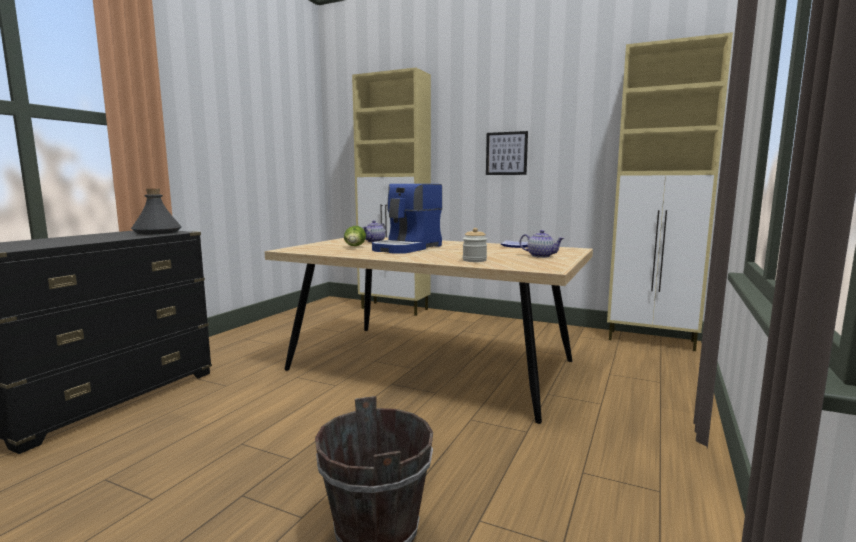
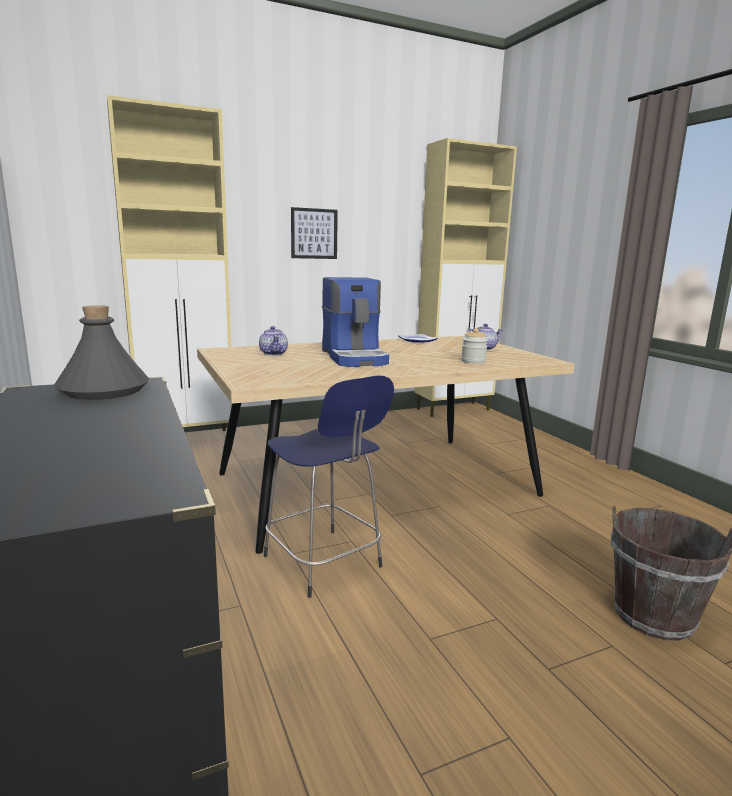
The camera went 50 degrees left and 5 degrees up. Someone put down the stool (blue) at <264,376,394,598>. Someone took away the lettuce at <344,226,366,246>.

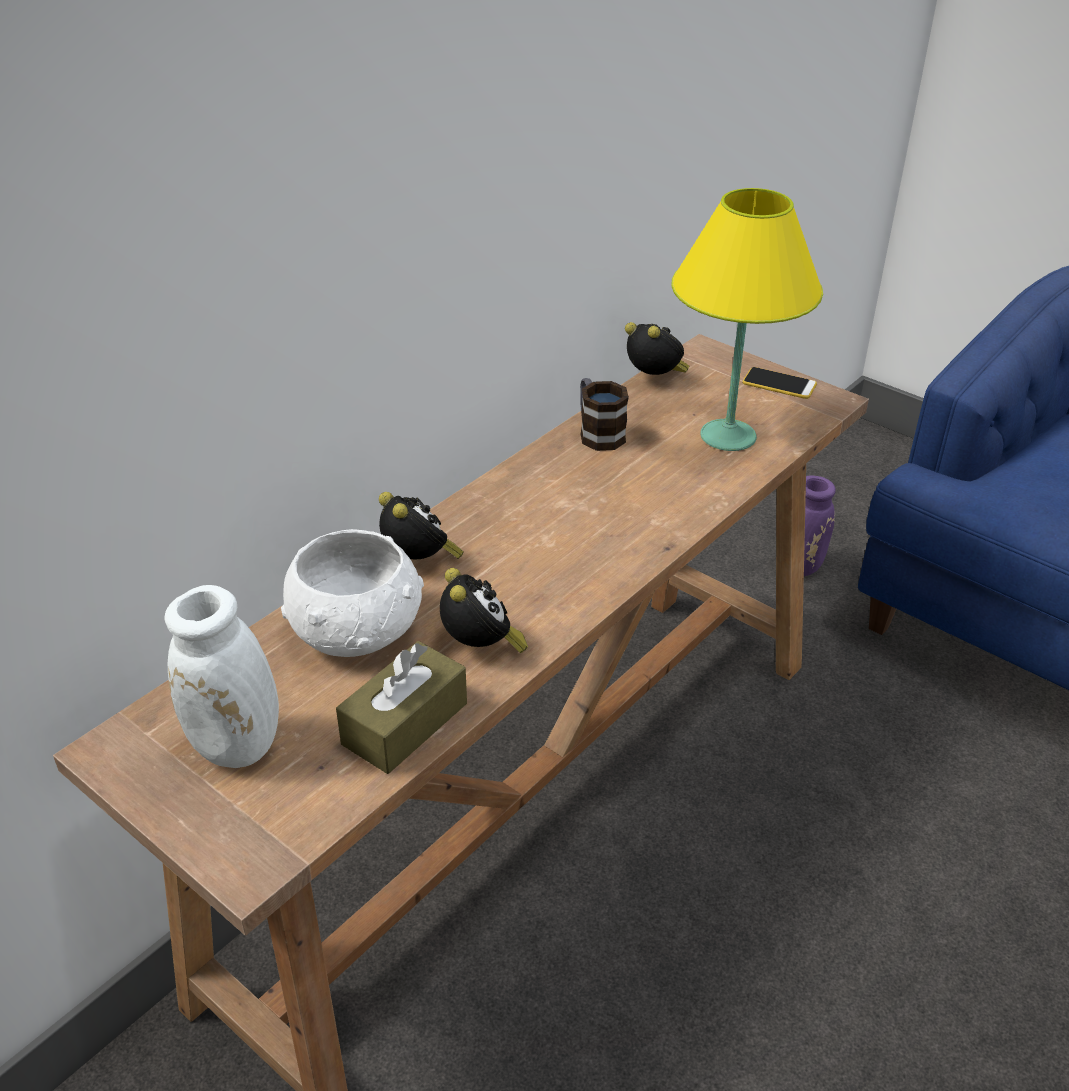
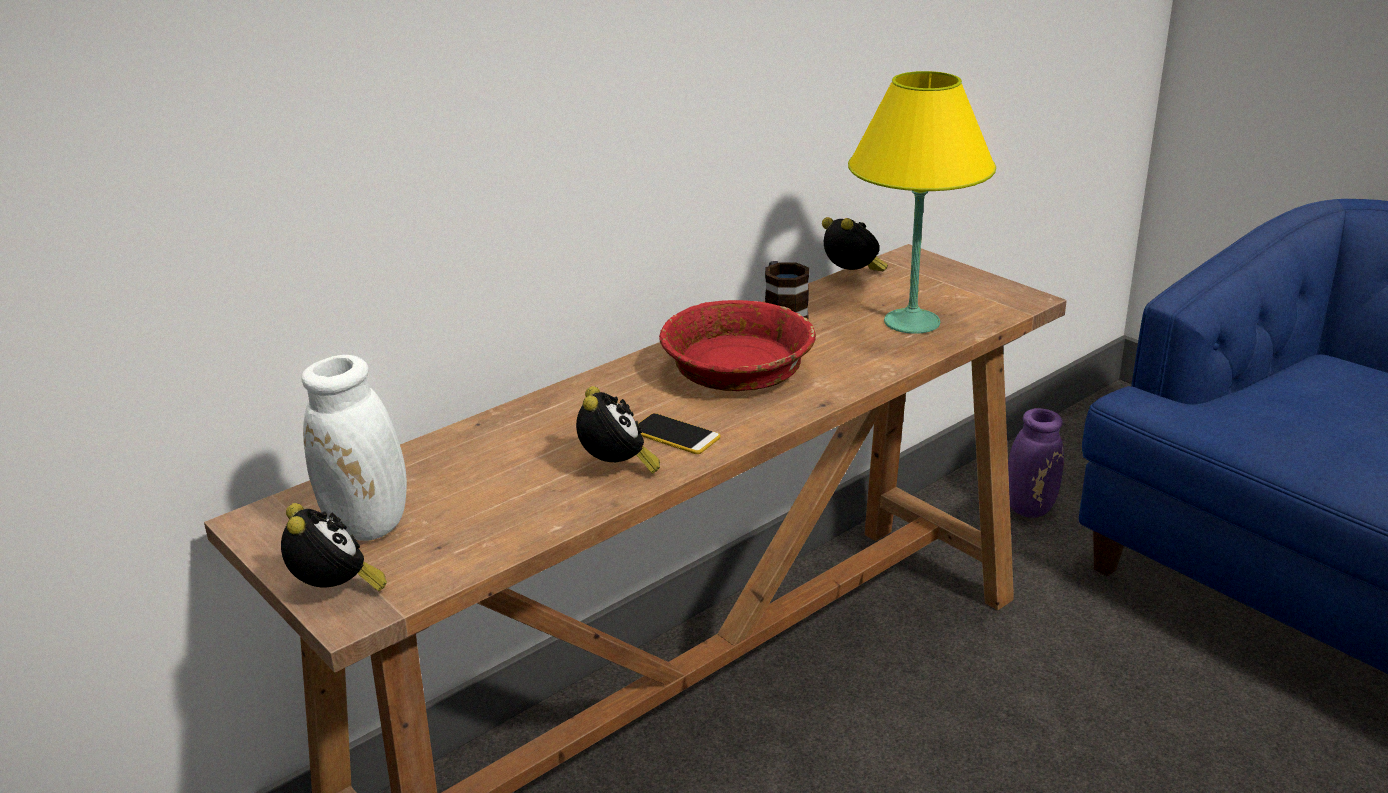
The camera went 10 degrees right and 10 degrees down. Someone carried the alarm clock from <379,492,464,560> to <281,503,387,591>. Someone carried the phone from <742,367,817,399> to <638,413,721,454>. Someone put down the bowl (red) at <659,300,816,391>. Someone took away the bowl (white) at <281,529,424,657>. Someone took away the tissue box (brown) at <336,641,467,774>.

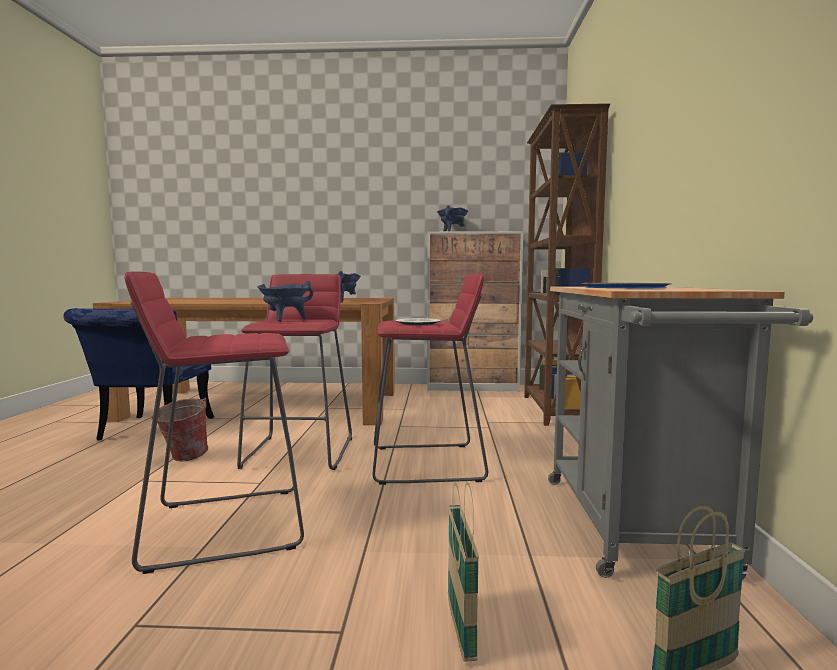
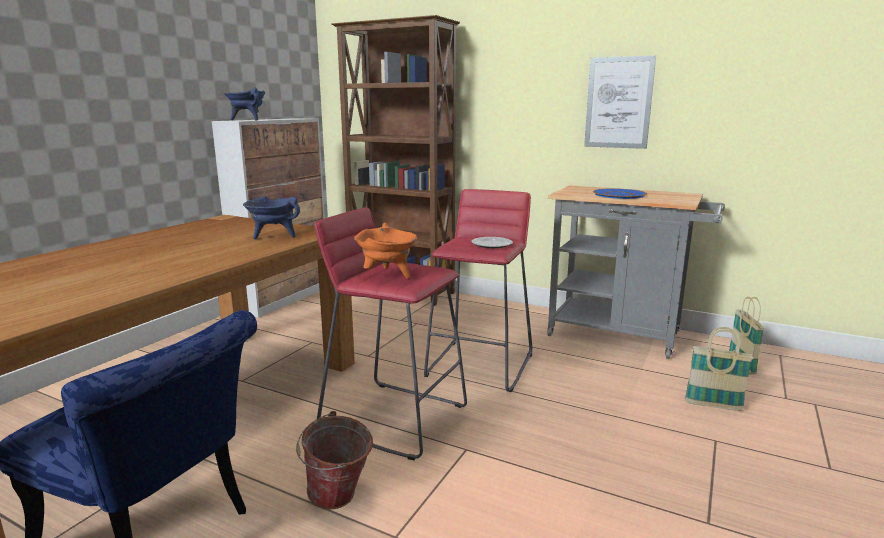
The camera went 65 degrees left and 10 degrees up. Someone repainted the cooking pot (blue) at <257,281,313,322>, which became the cooking pot (orange) at <354,223,417,279>. Someone put up the picture at <584,55,656,149>. Someone took away the stool (red) at <124,271,304,574>.

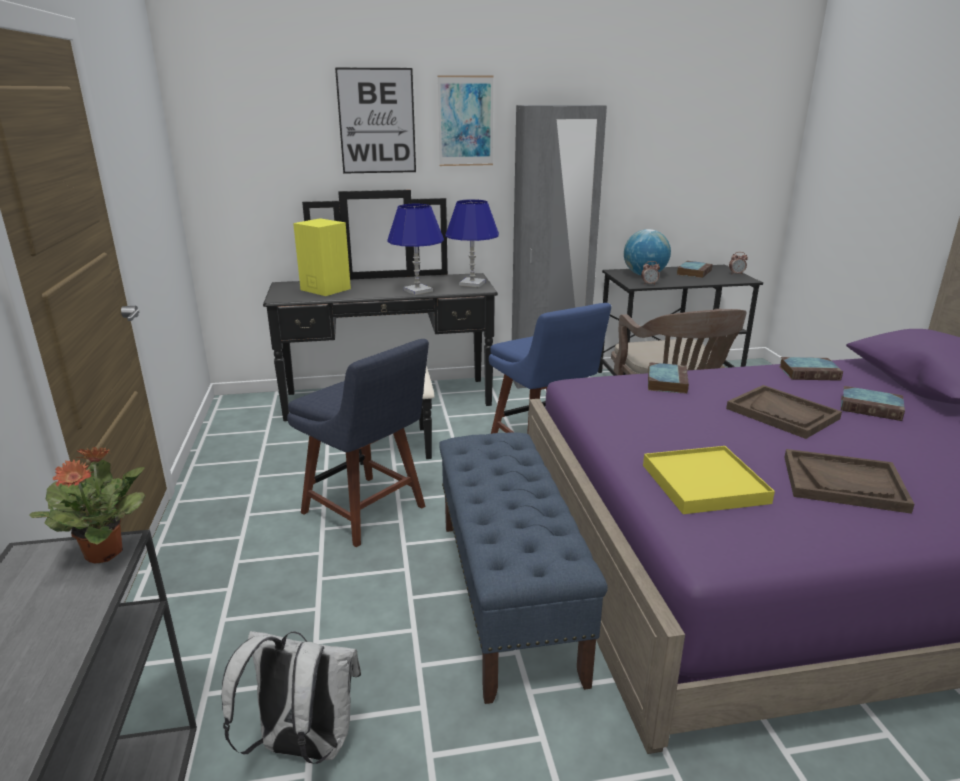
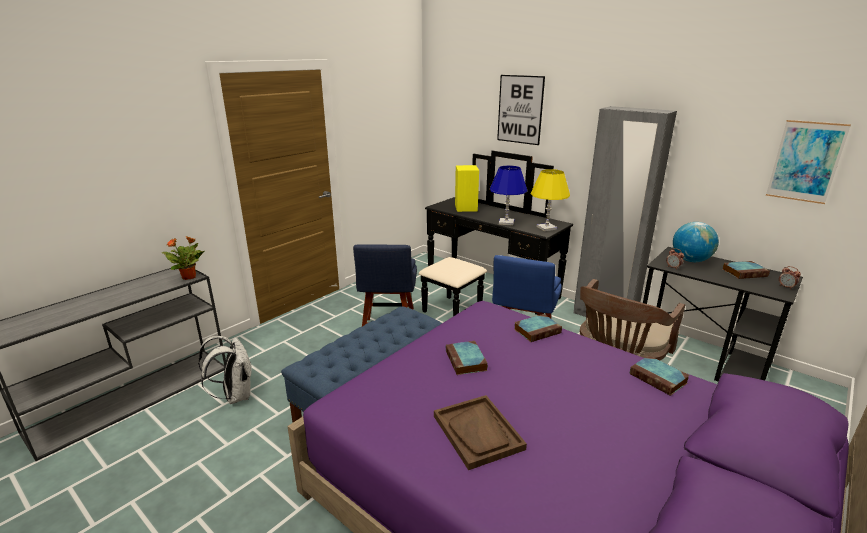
The camera went 50 degrees right and 0 degrees up. Someone carried the book from <841,386,905,421> to <446,341,488,375>. Someone repainted the table lamp (blue) at <445,199,499,287>, which became the table lamp (yellow) at <531,169,570,231>. Someone carried the picture from <438,75,494,166> to <766,120,851,204>. Someone took away the tray (yellow) at <643,446,775,514>. Someone took away the tray (brown) at <726,385,842,439>.

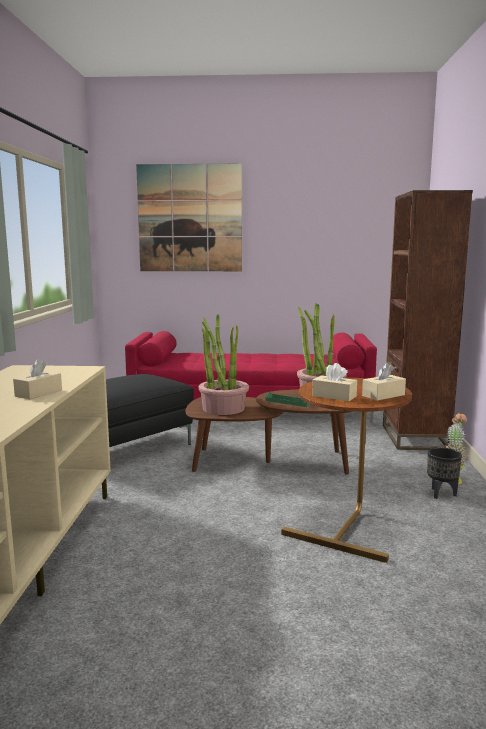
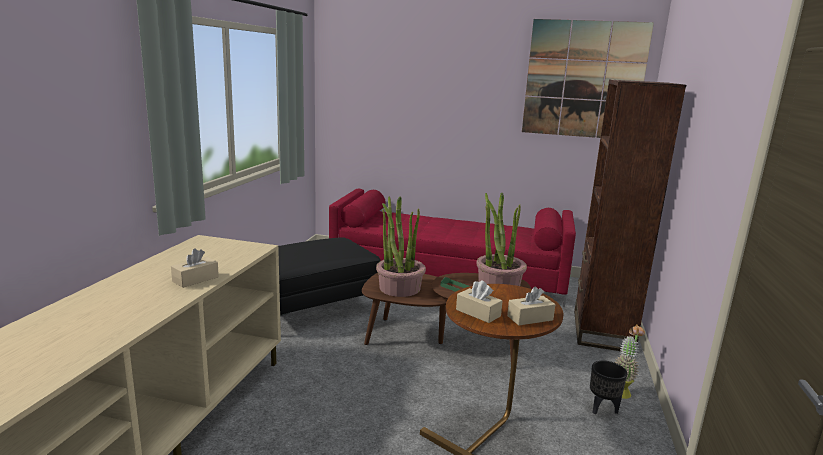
The camera went 10 degrees right and 5 degrees up. Someone carried the picture from <136,164,242,271> to <522,19,654,138>.

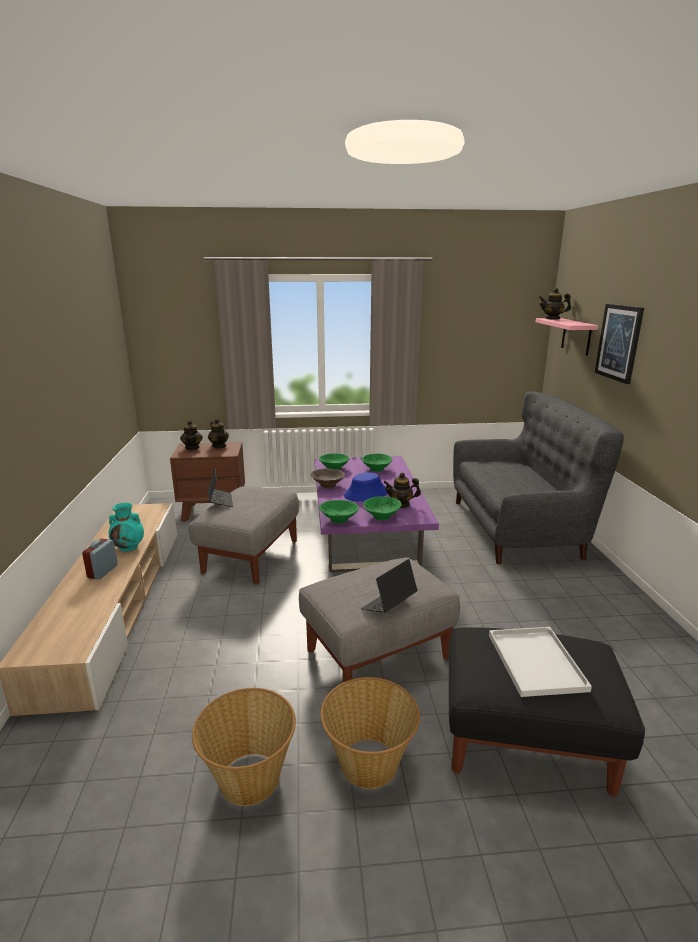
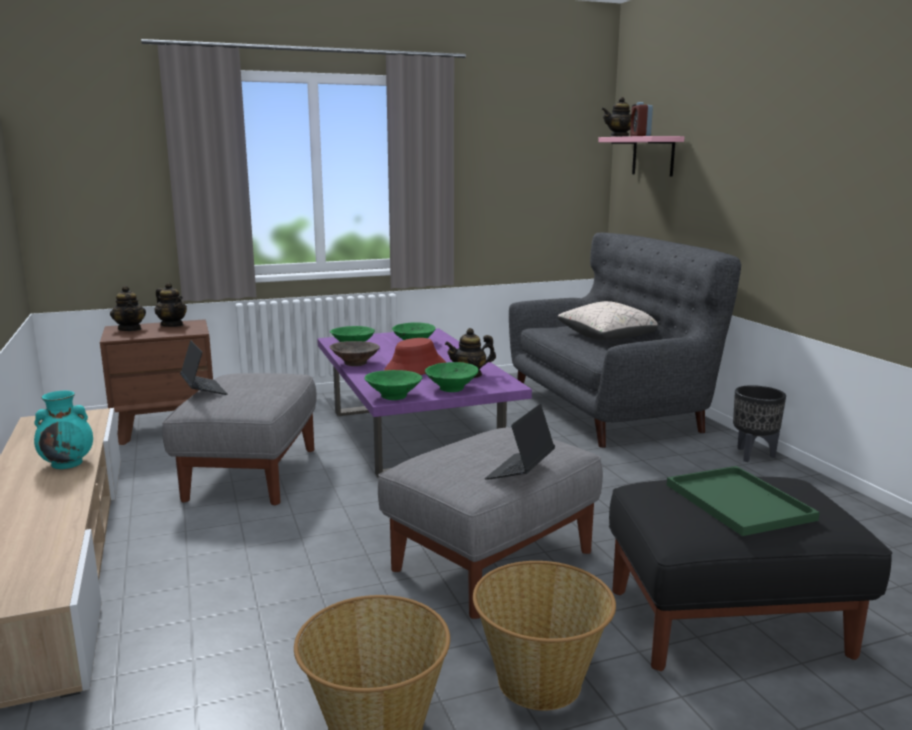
The camera went 15 degrees left and 5 degrees down. Someone repainted the hat (blue) at <344,472,387,502>, which became the hat (red) at <384,338,446,375>. Someone put down the pillow (beige) at <557,301,657,340>. Someone carried the alarm clock from <82,539,118,580> to <630,102,653,136>. Someone repainted the tray (white) at <489,627,592,697>, which became the tray (green) at <667,466,820,536>. Someone put down the planter (black) at <733,385,786,462>. Someone took away the picture at <595,304,644,384>.

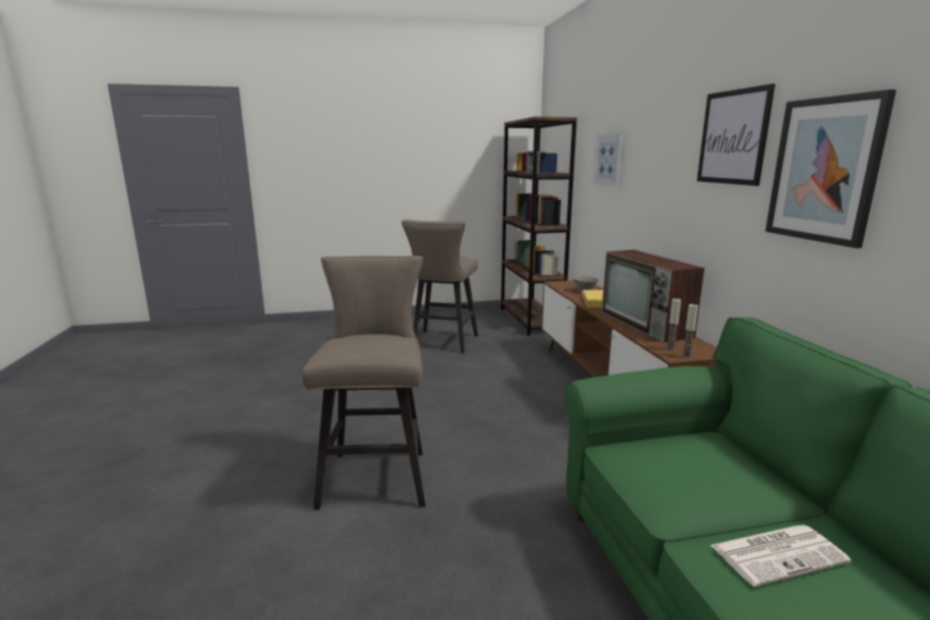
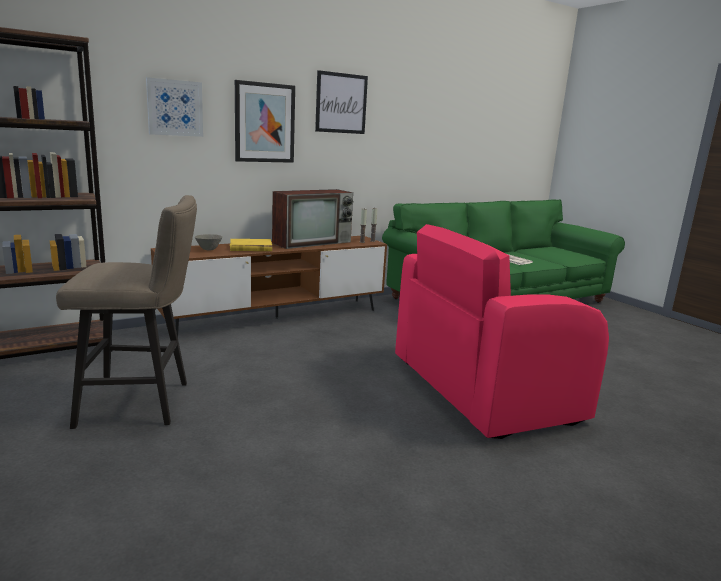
The camera went 110 degrees left and 0 degrees up. Someone carried the picture from <765,89,896,248> to <235,80,295,163>. Someone swapped the stool (beige) at <302,256,425,510> for the armchair (pink) at <395,224,609,439>.

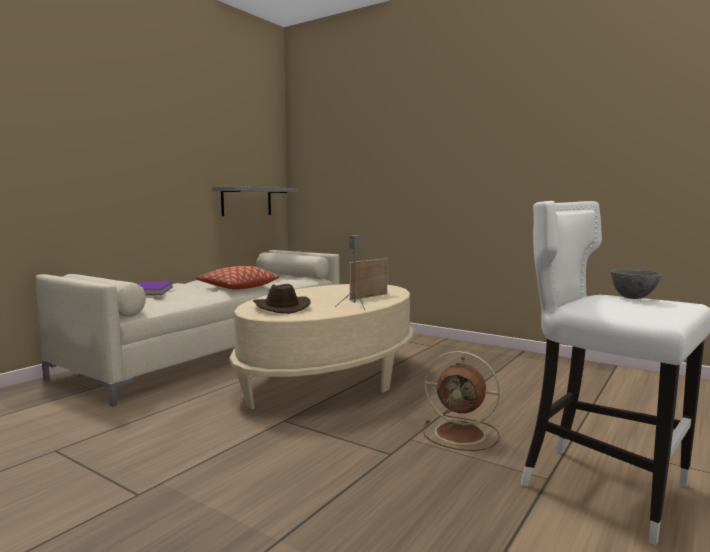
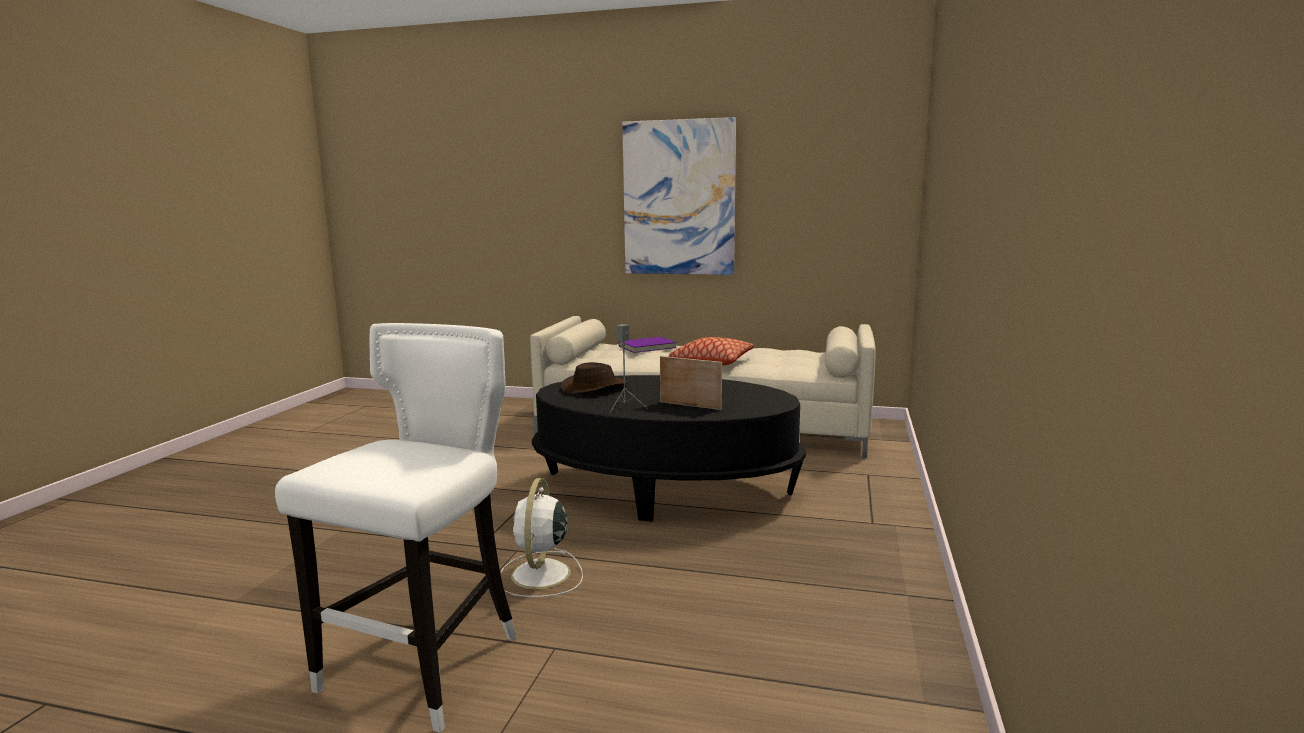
The camera went 70 degrees right and 5 degrees up. Someone repainted the fan (brown) at <423,351,500,451>, which became the fan (white) at <500,478,583,597>. Someone repainted the coffee table (beige) at <230,284,414,409>, which became the coffee table (black) at <532,375,806,522>. Someone put up the picture at <622,117,736,275>. Someone took away the shelf (grey) at <212,186,298,216>. Someone took away the bowl (grey) at <611,269,662,299>.

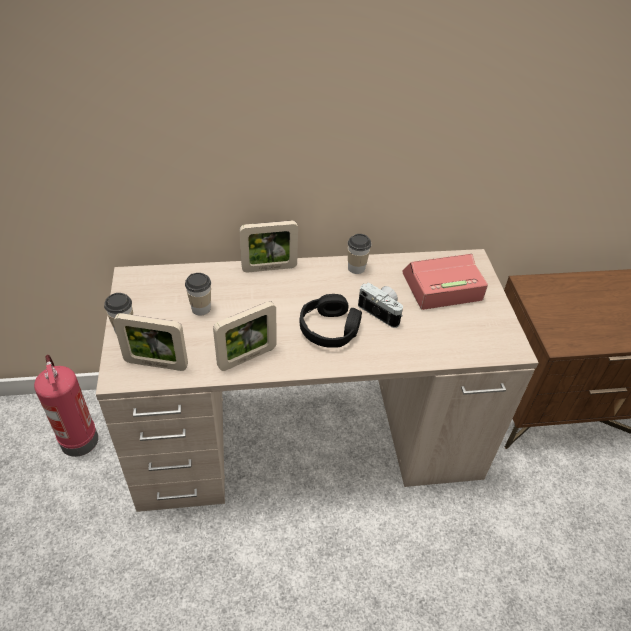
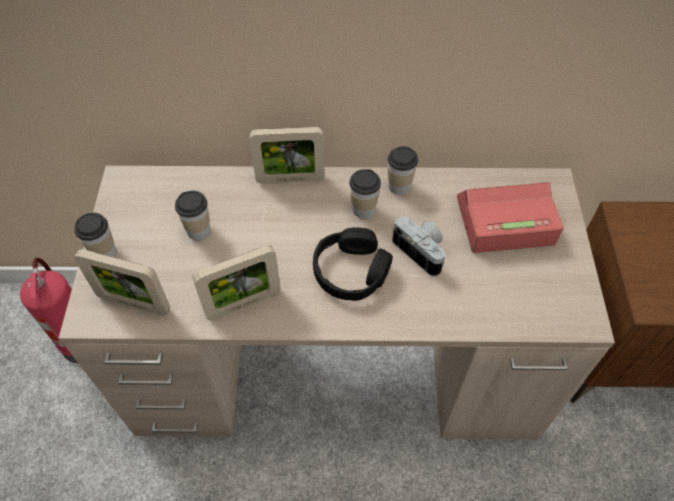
The camera went 10 degrees right and 10 degrees up. Someone put down the cup at <350,169,381,218>.

